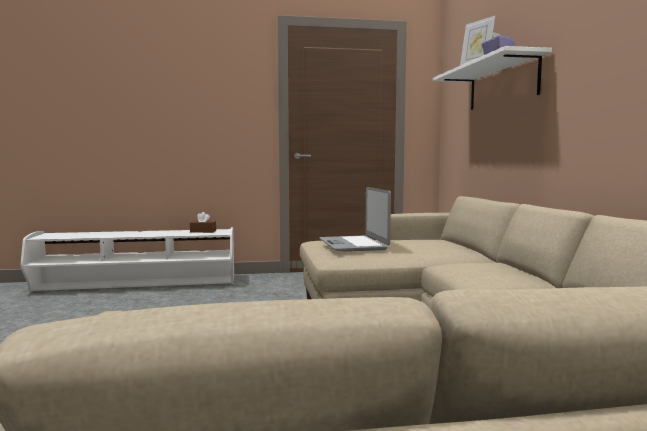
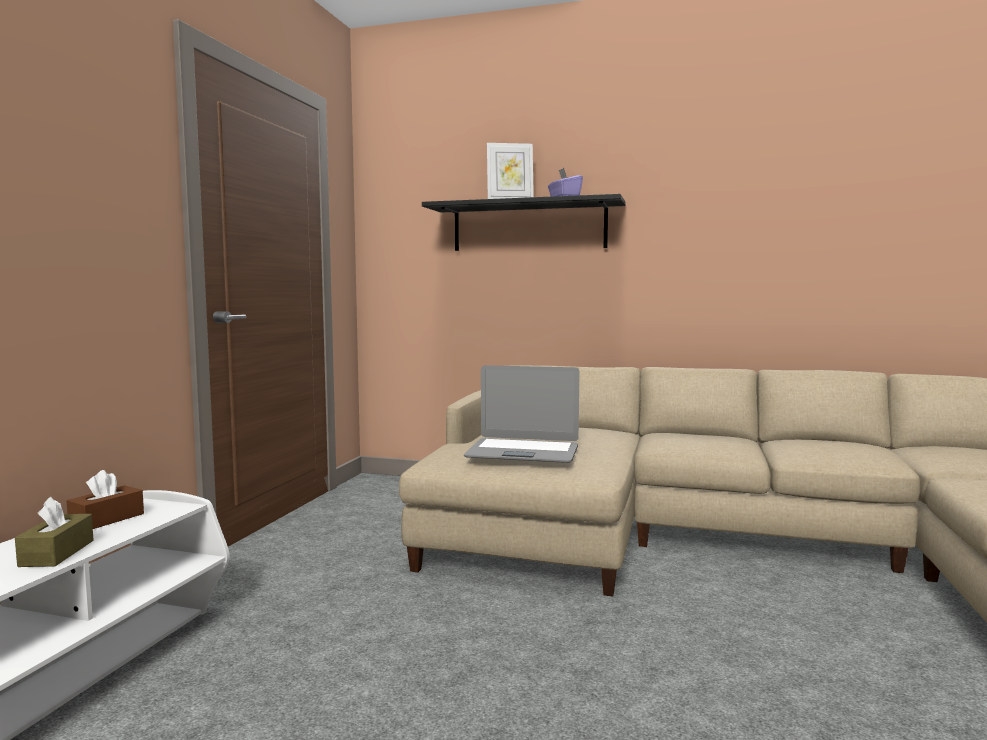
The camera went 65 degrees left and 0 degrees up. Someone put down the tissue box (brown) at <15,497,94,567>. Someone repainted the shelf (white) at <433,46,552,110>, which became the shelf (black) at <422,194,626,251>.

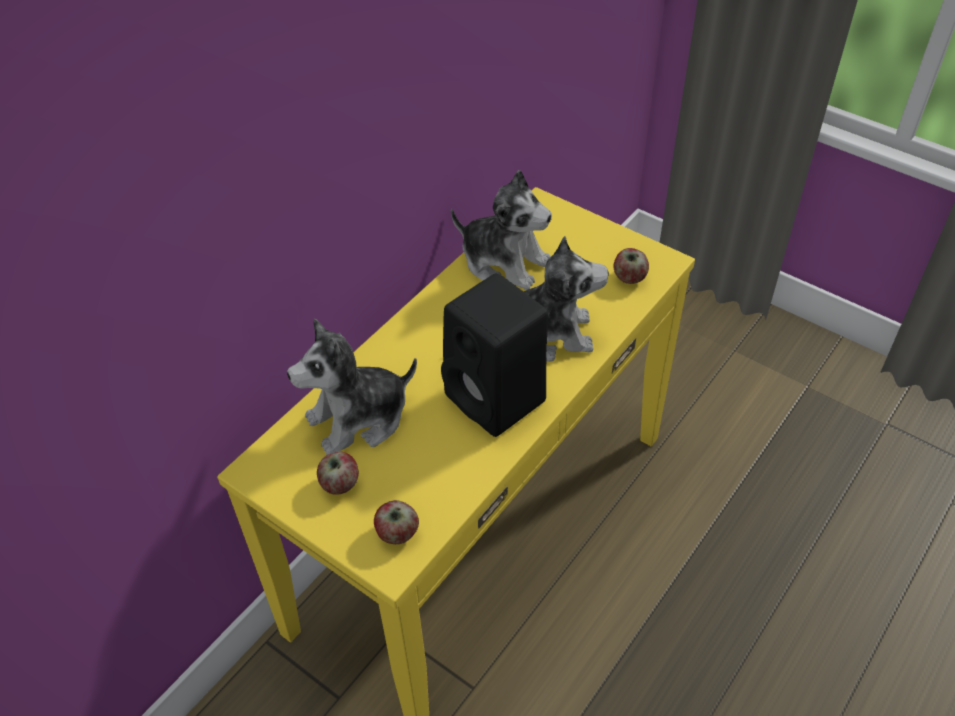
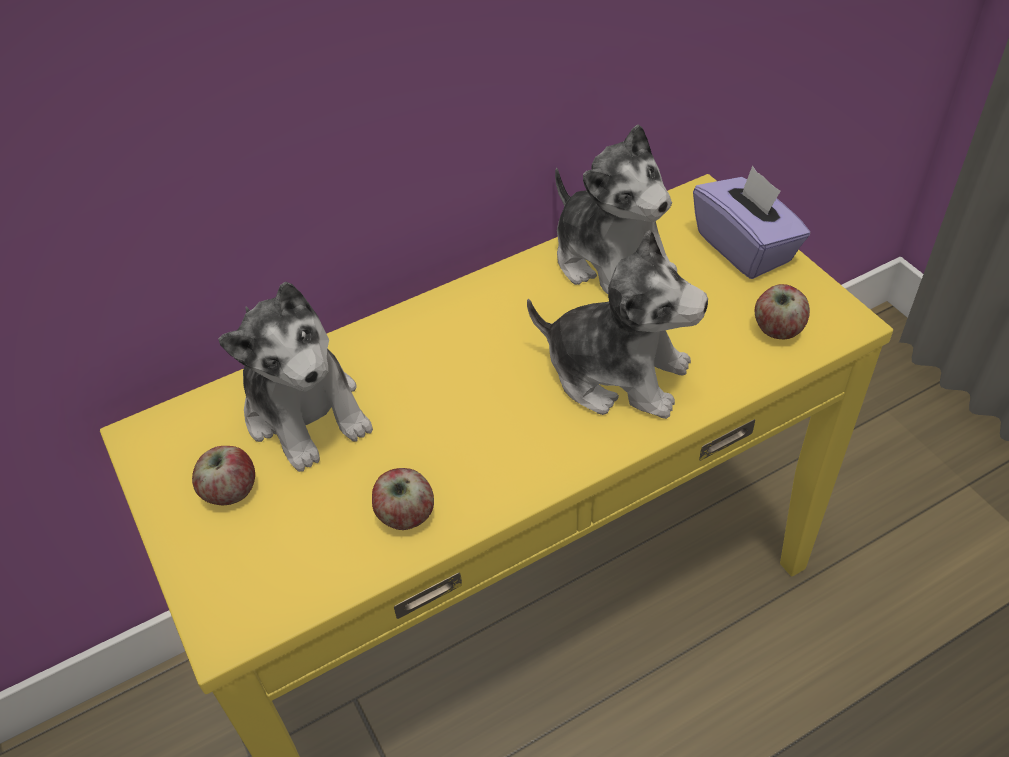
The camera went 25 degrees right and 0 degrees up. Someone rotated the plush toy at <287,319,417,455> by 120 degrees counterclockwise. Someone carried the apple from <374,500,419,544> to <372,468,434,530>. Someone put down the tissue box (purple) at <693,166,810,279>. Someone took away the speaker (black) at <441,273,548,437>.

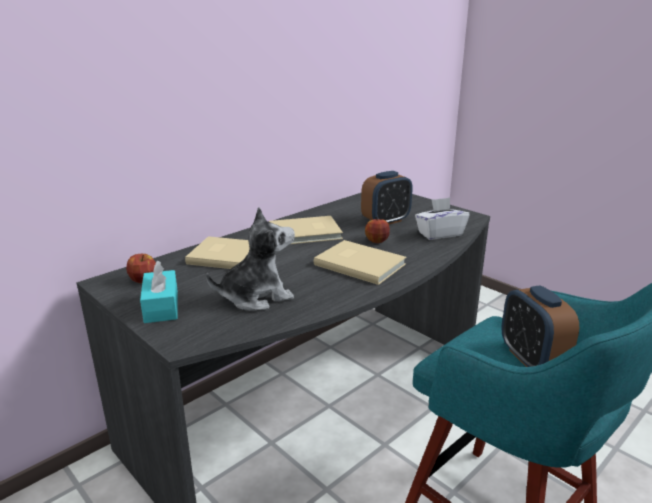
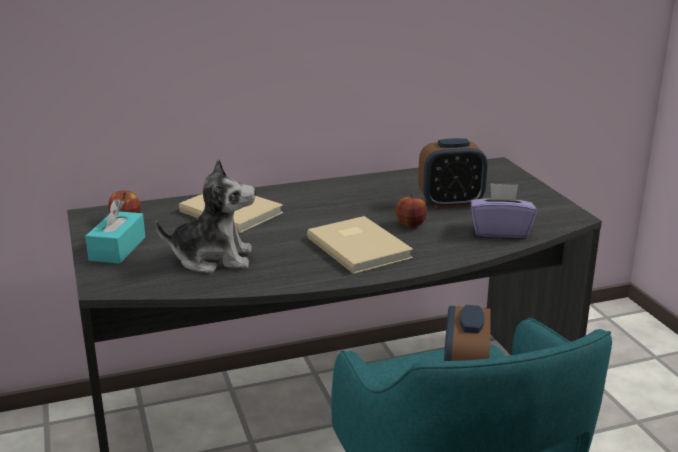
The camera went 25 degrees right and 0 degrees up. Someone repainted the tissue box (white) at <415,197,470,240>, which became the tissue box (purple) at <471,183,537,238>. Someone took away the book (beige) at <269,216,343,244>.

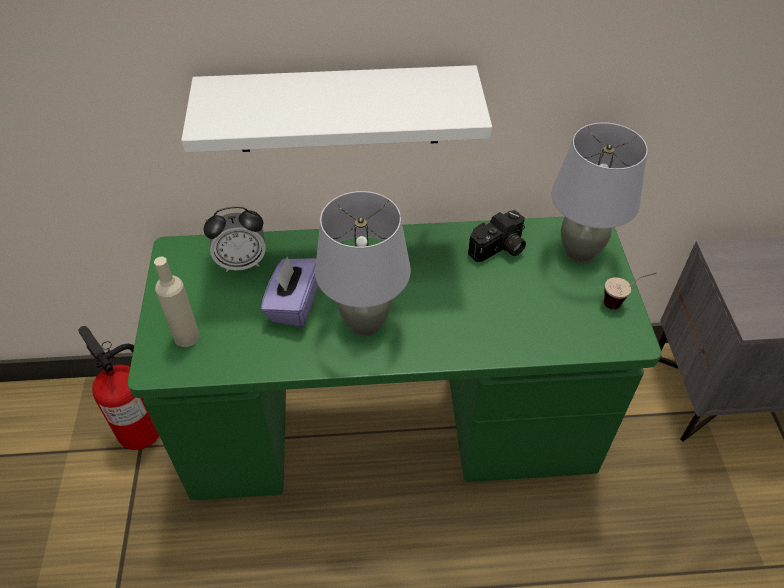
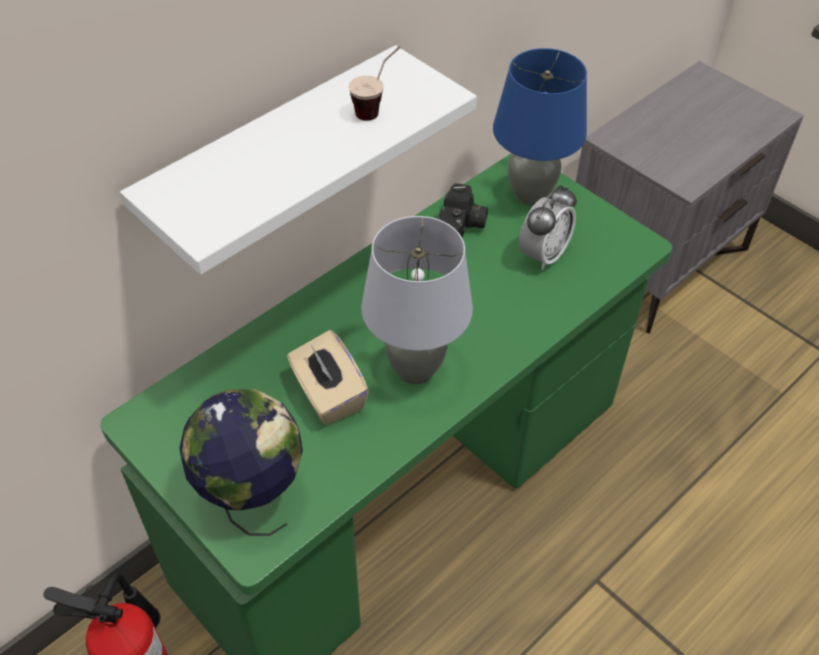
The camera went 40 degrees left and 0 degrees up. Someone swapped the bottle (beige) at <154,257,200,347> for the globe at <180,389,303,536>. Someone repainted the tissue box (purple) at <261,257,318,327>, which became the tissue box (beige) at <287,330,369,425>. Someone carried the cup from <604,272,657,310> to <349,47,400,121>. Someone repainted the table lamp (grey) at <551,122,648,263>, which became the table lamp (blue) at <493,48,587,205>. Someone carried the alarm clock from <204,206,266,272> to <519,185,577,270>.

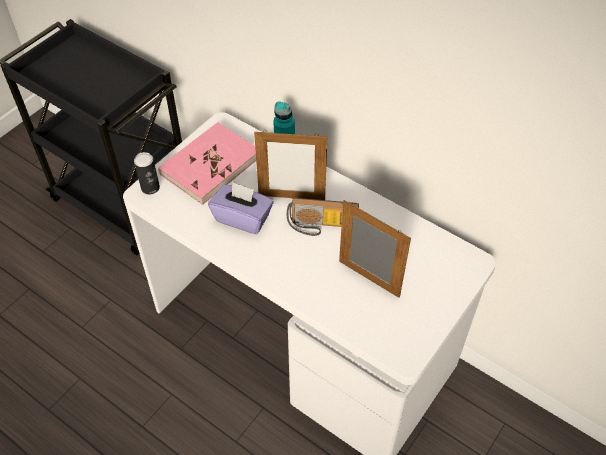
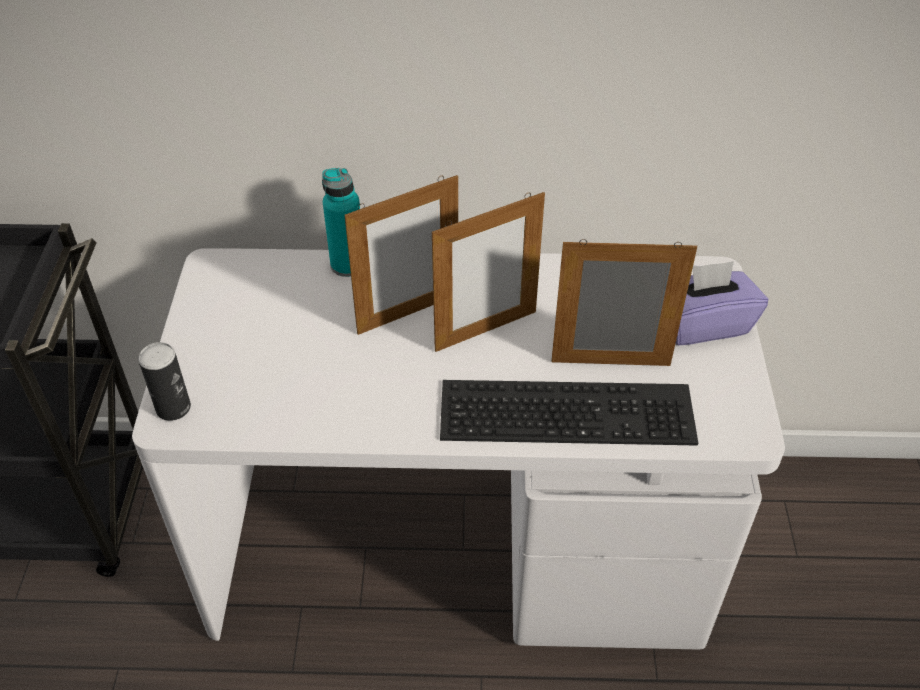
The camera went 35 degrees left and 5 degrees down. Someone swapped the radio at <287,198,359,236> for the picture frame at <432,192,545,352>. Someone put down the keyboard at <440,380,698,446>. Someone carried the tissue box (purple) from <208,182,274,234> to <676,261,768,345>. Someone took away the book (pink) at <158,122,256,205>.

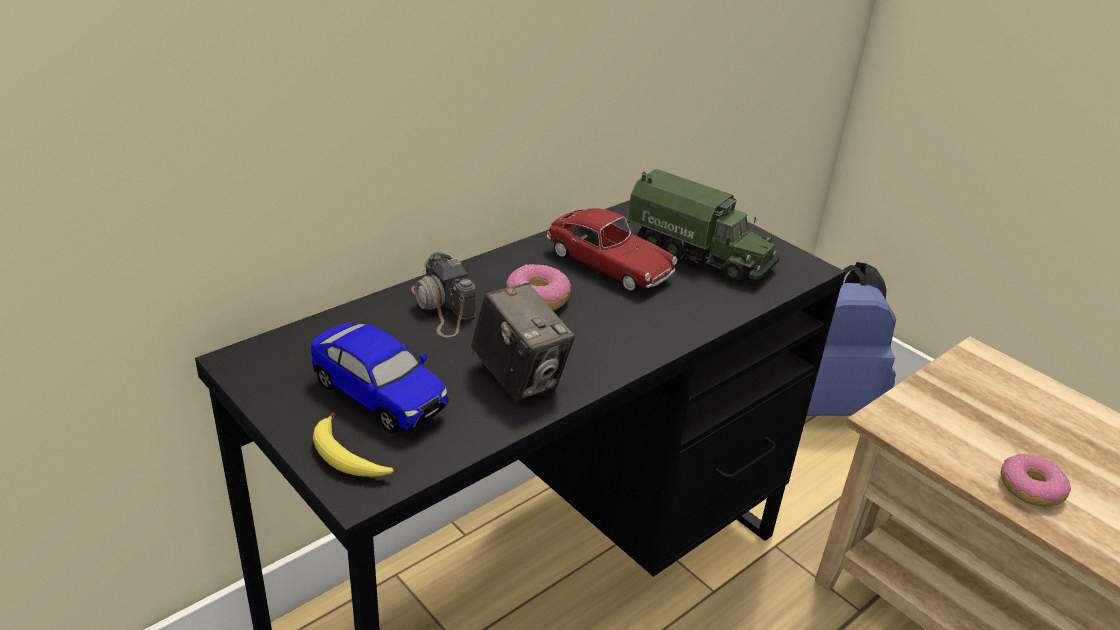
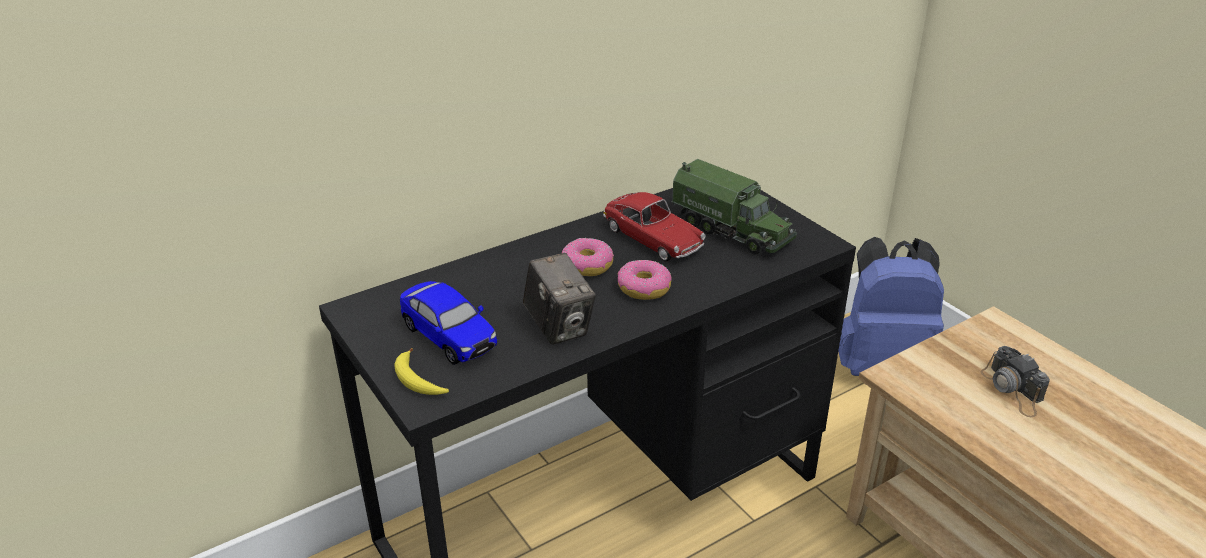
The camera went 10 degrees right and 0 degrees up. Someone carried the donut from <1001,454,1071,506> to <617,260,672,300>. Someone carried the photo camera from <411,252,476,337> to <981,346,1050,417>.

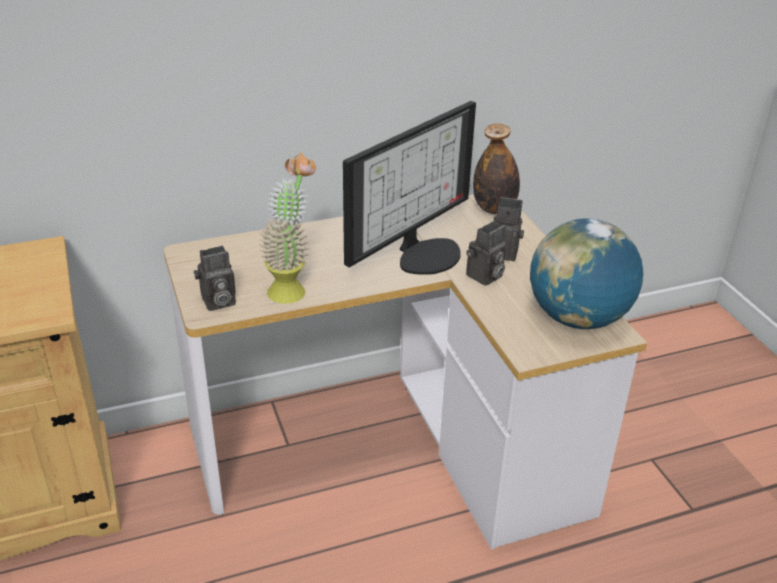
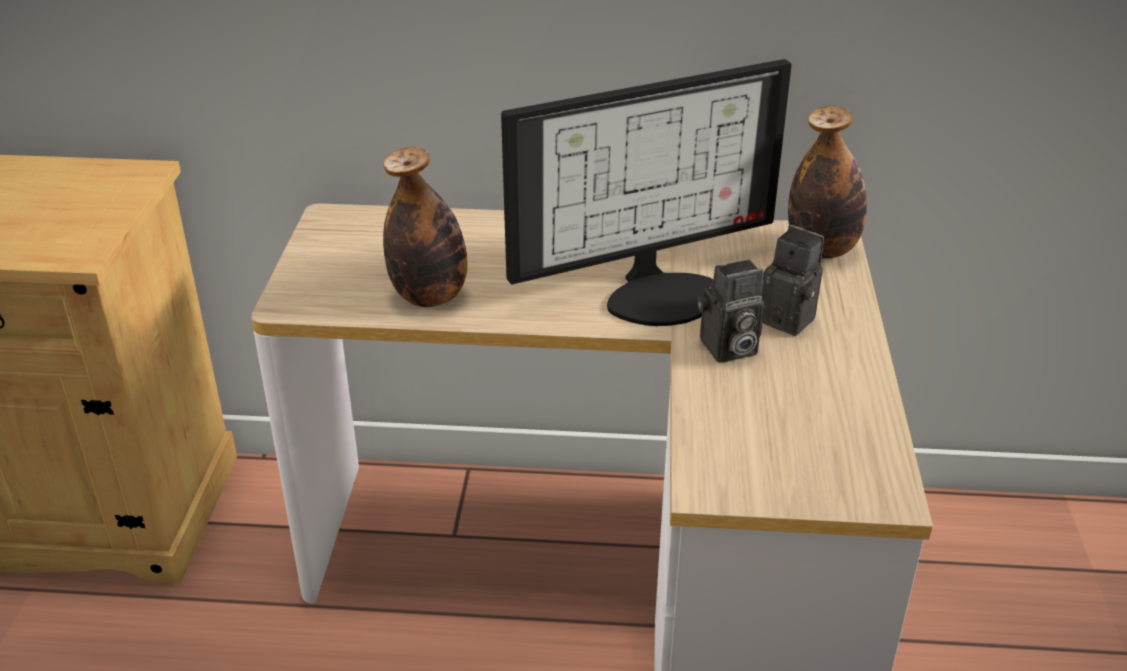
The camera went 25 degrees right and 0 degrees up. Someone swapped the potted plant at <259,152,316,304> for the bottle at <383,147,467,307>. Someone took away the photo camera at <194,246,236,311>. Someone took away the globe at <530,219,643,329>.

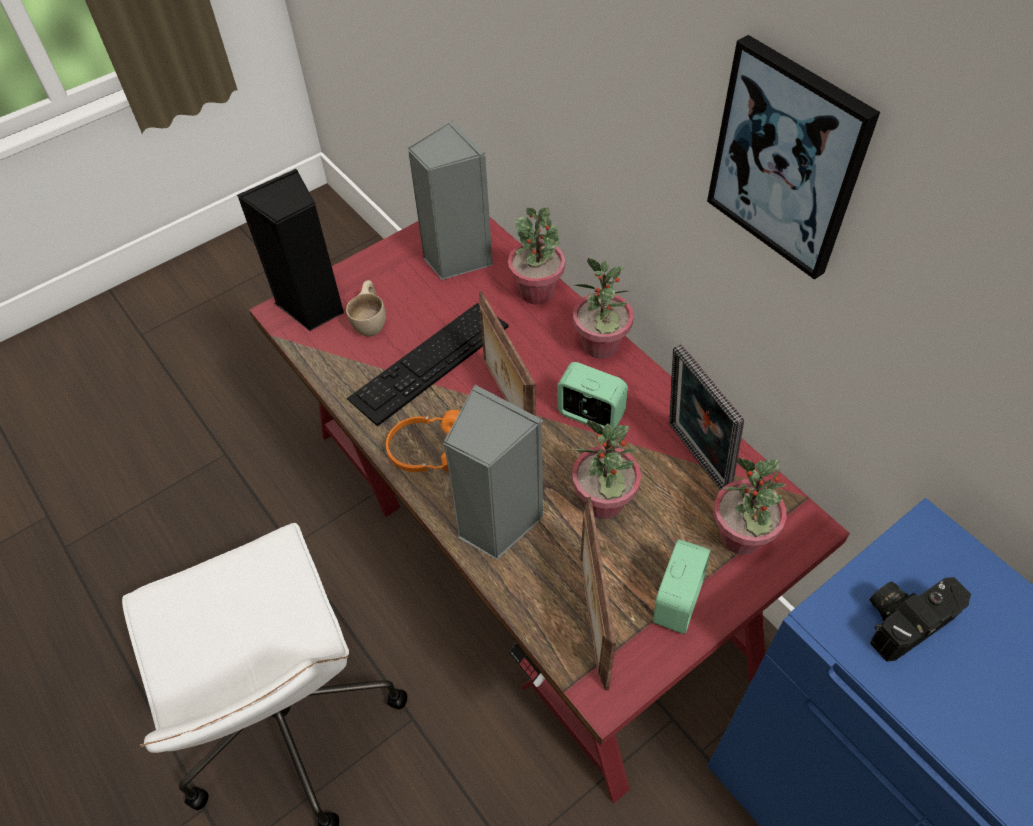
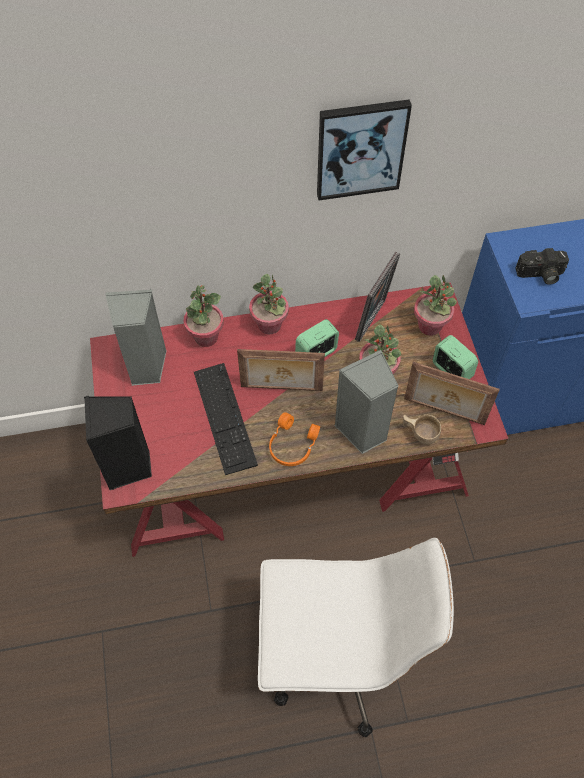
The camera went 65 degrees left and 5 degrees up. Someone rotated the picture frame at <669,344,744,490> by 60 degrees counterclockwise. Someone carried the cup (beige) from <346,280,386,336> to <403,415,441,445>. Someone rotated the photo camera at <870,577,971,662> by 90 degrees counterclockwise.

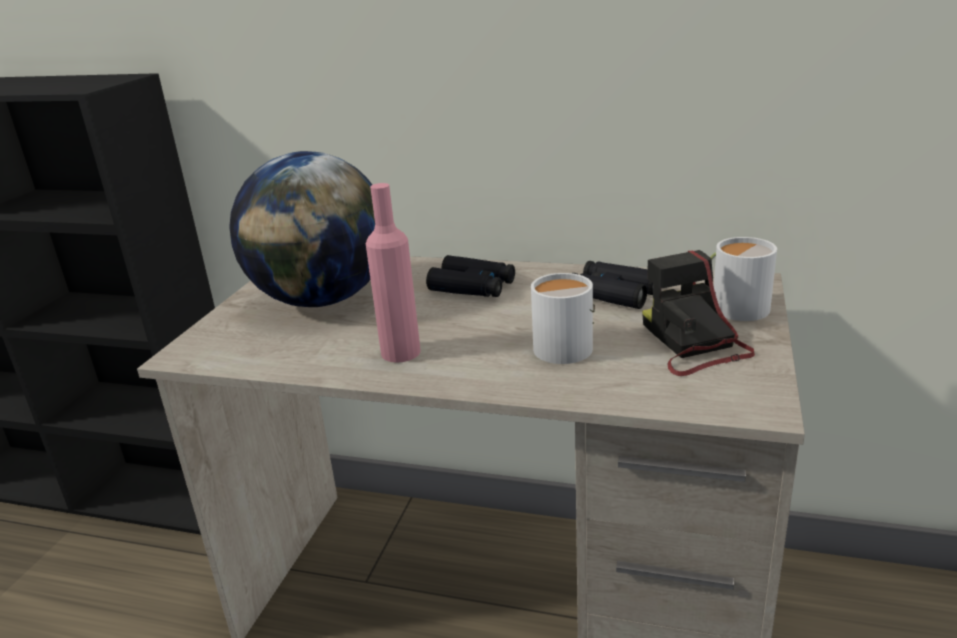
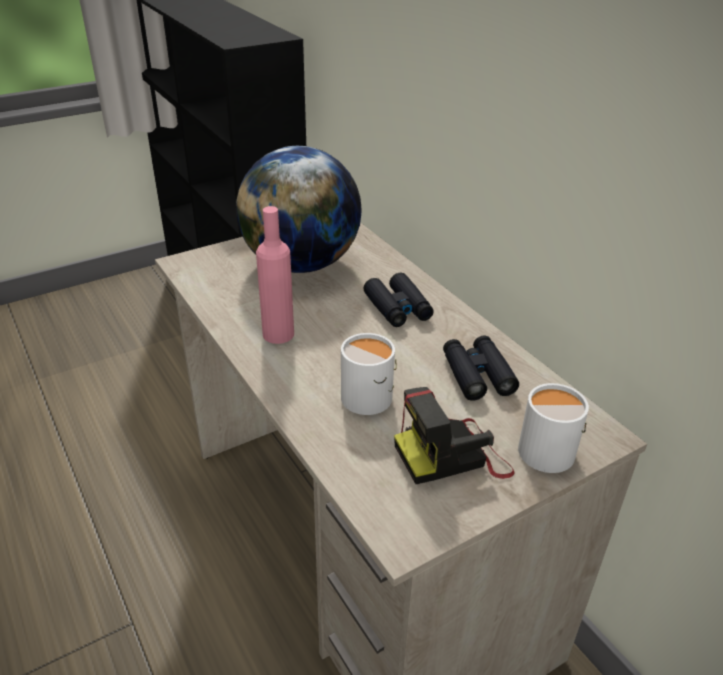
The camera went 40 degrees right and 10 degrees up. Someone rotated the photo camera at <642,250,755,376> by 135 degrees counterclockwise.

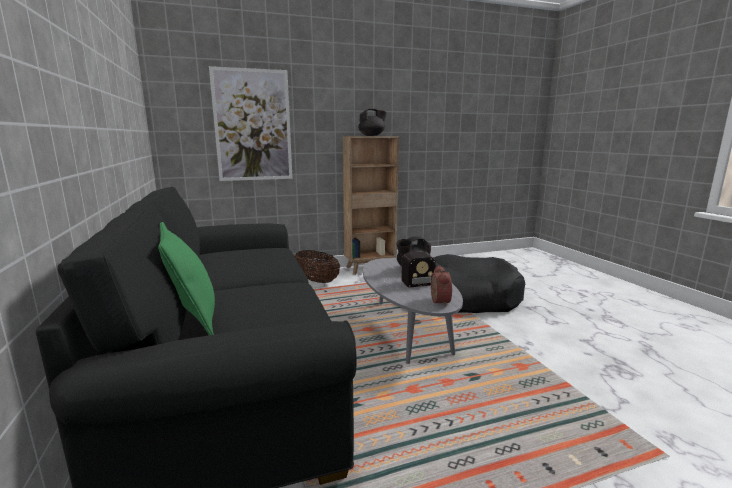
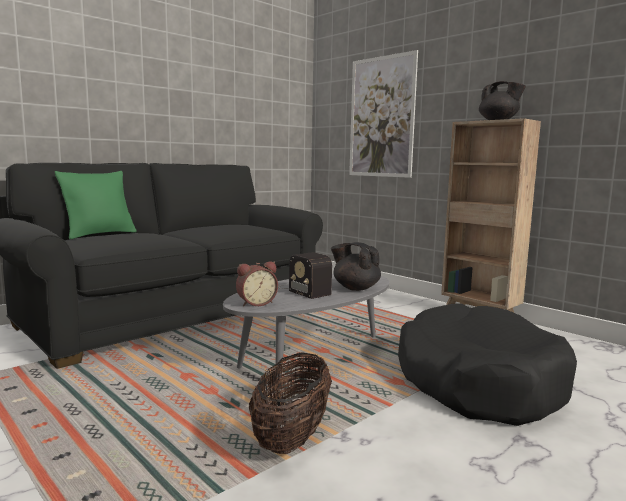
The camera went 65 degrees right and 5 degrees down. Someone carried the basket from <295,250,340,283> to <249,352,332,454>.

